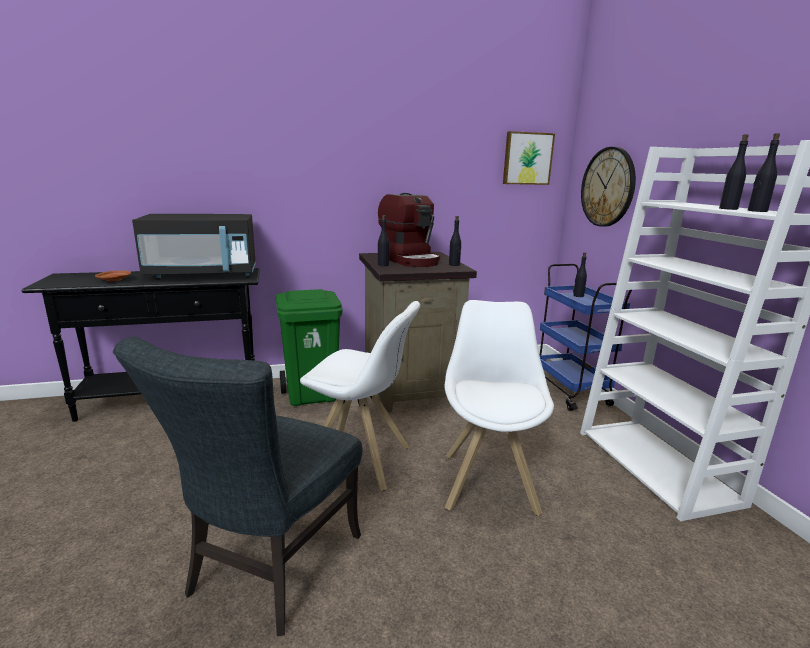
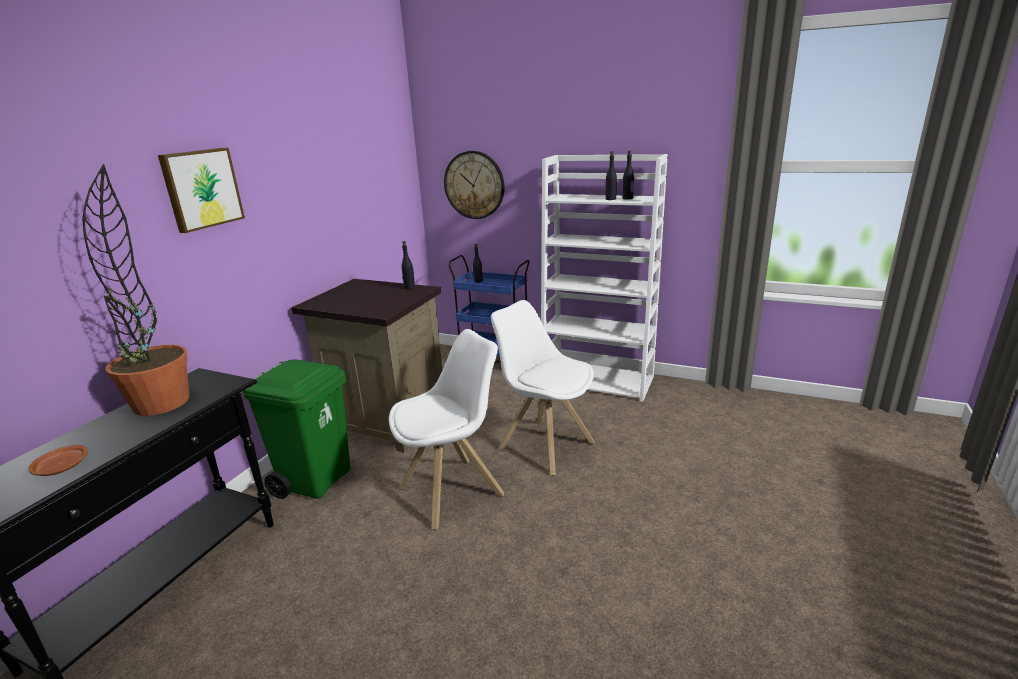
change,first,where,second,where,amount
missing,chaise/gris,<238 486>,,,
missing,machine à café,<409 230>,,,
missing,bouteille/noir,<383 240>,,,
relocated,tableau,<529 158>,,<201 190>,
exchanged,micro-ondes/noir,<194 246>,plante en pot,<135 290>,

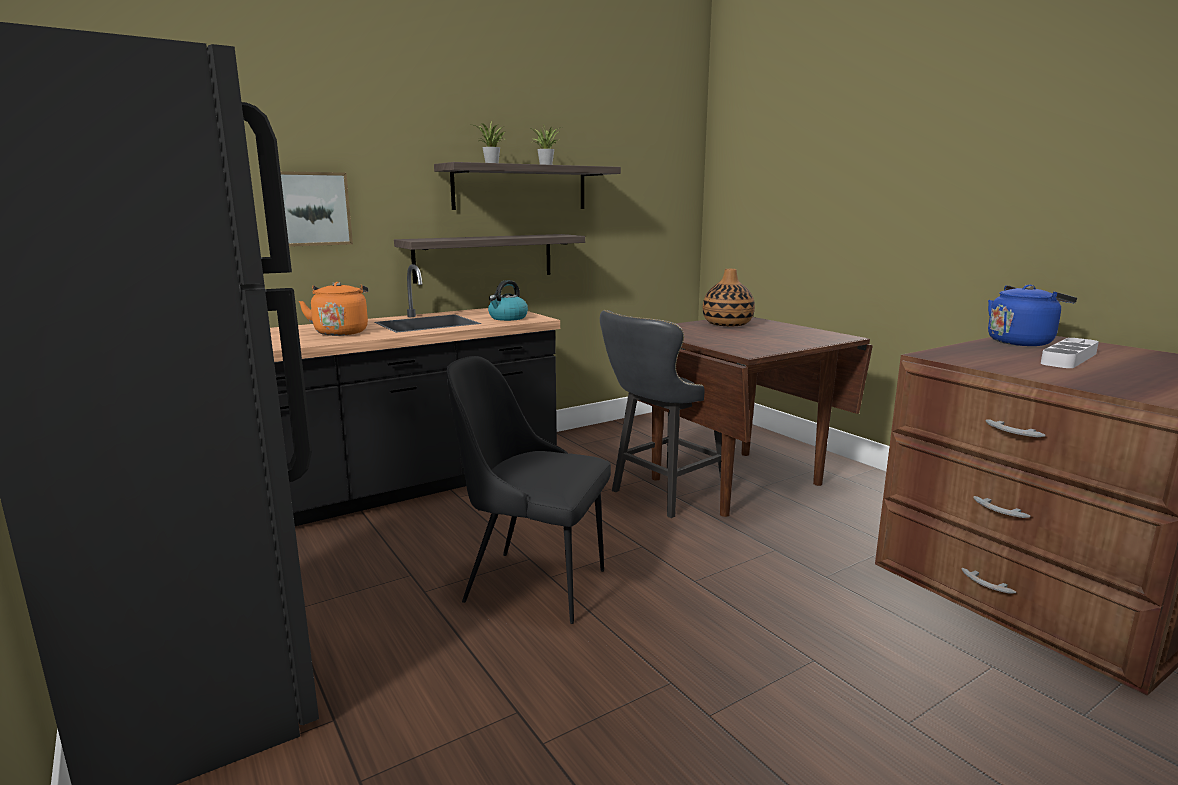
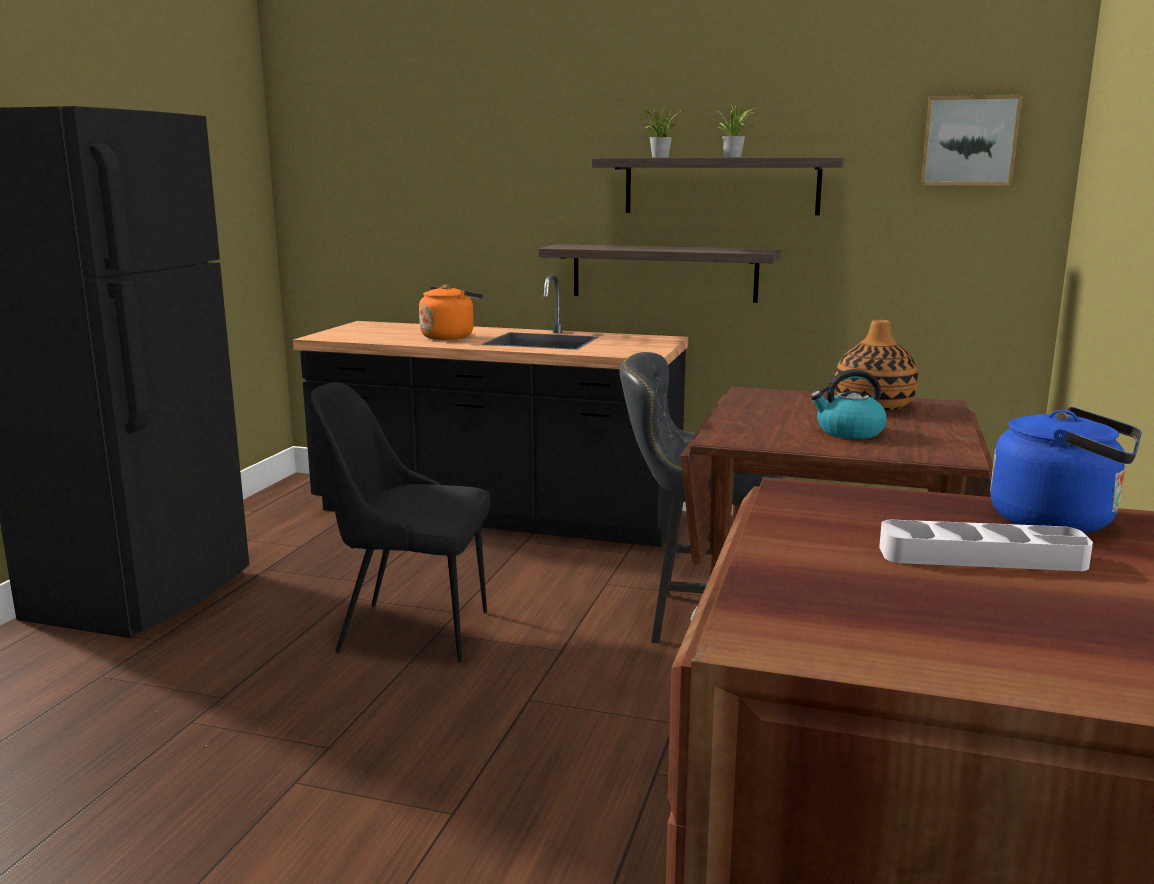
change,first,where,second,where,amount
relocated,tableau,<316 209>,,<972 140>,
relocated,bouilloire,<508 300>,,<848 404>,
spun,chaise/noir,<529 490>,,<401 522>,60 degrees counterclockwise

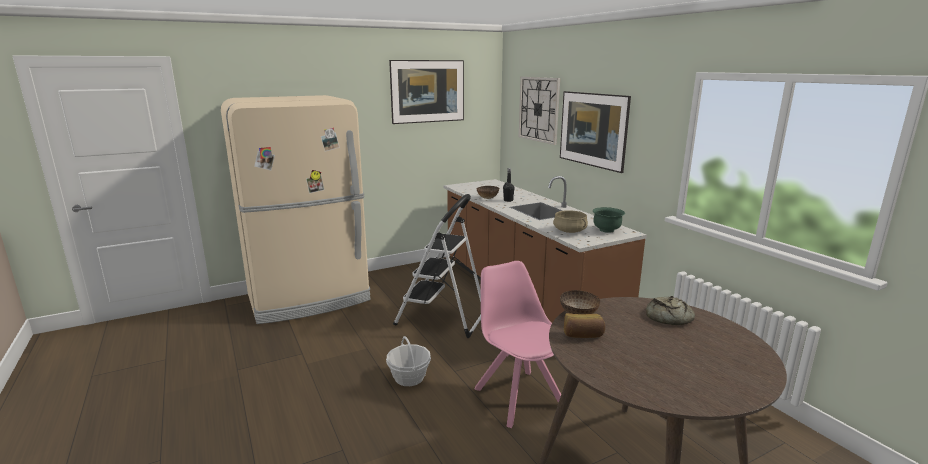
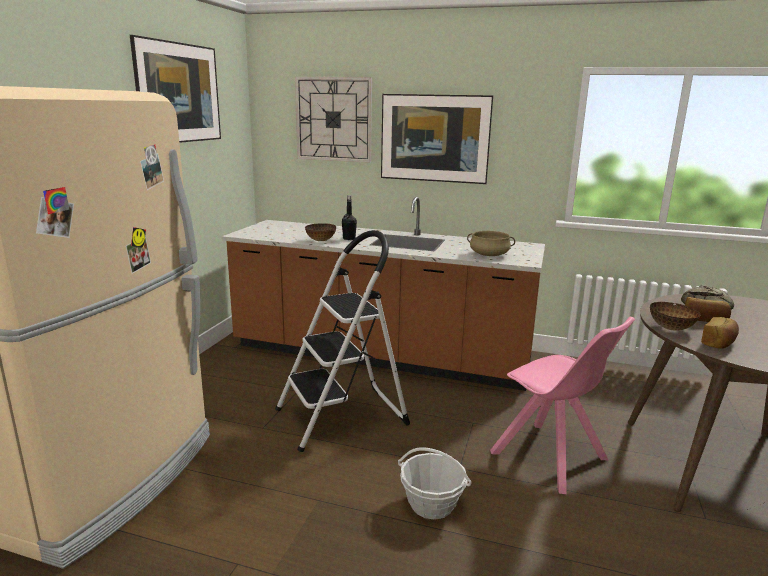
change,first,where,second,where,amount
missing,bol/vert,<609 220>,,,
appeared,,,pain,<708 309>,
spun,chaise/rose,<517 344>,,<562 405>,150 degrees counterclockwise

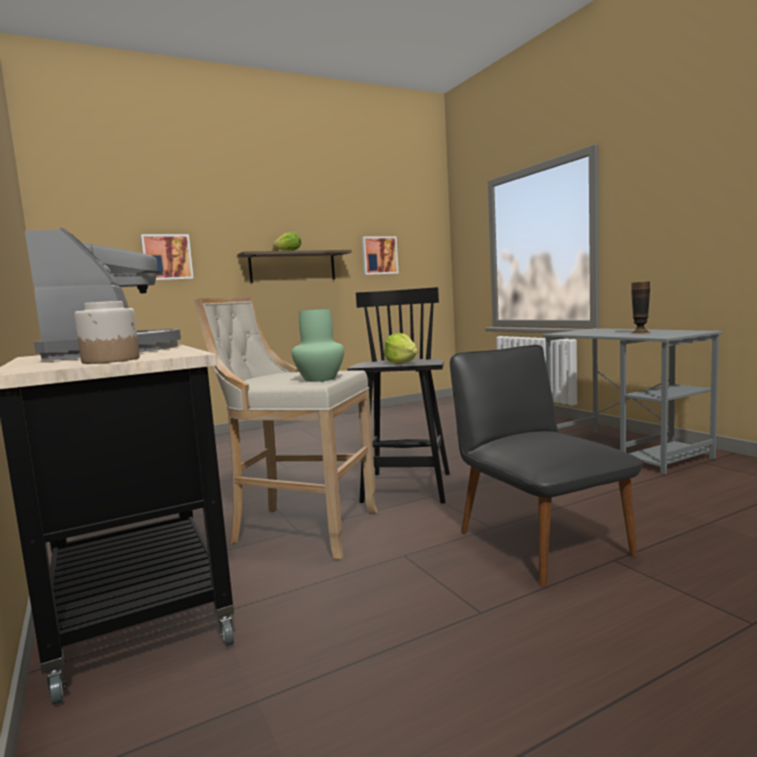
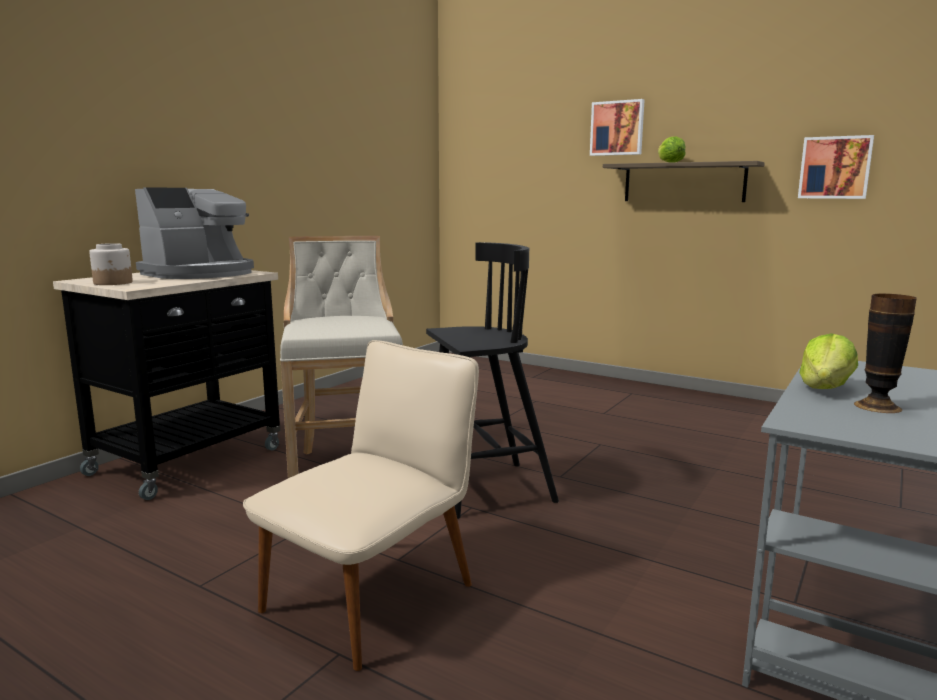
change,first,where,second,where,amount
missing,vase/vert,<318 345>,,,
relocated,tableau,<167 257>,,<617 127>,
relocated,laitue,<401 348>,,<828 361>,
colour,chaise/noir,<547 465>,chaise/beige,<361 505>,

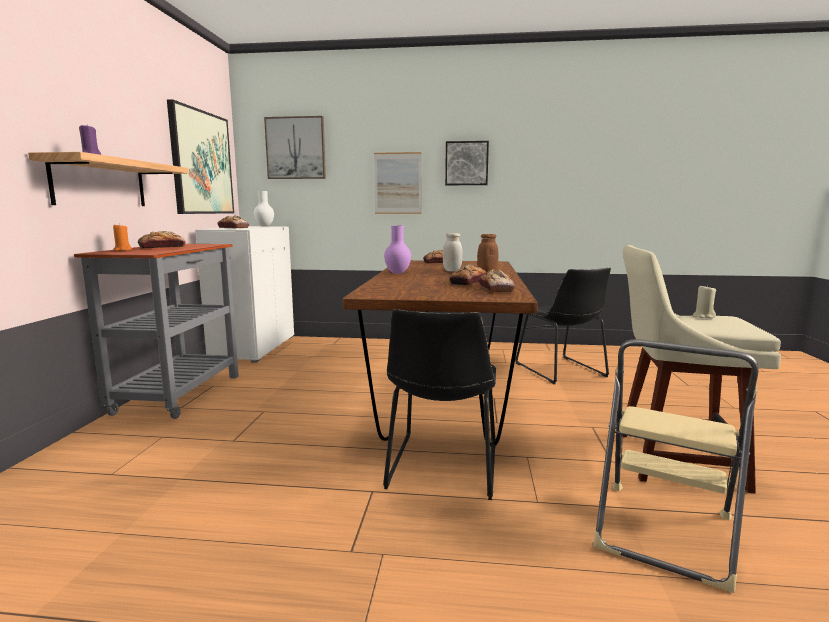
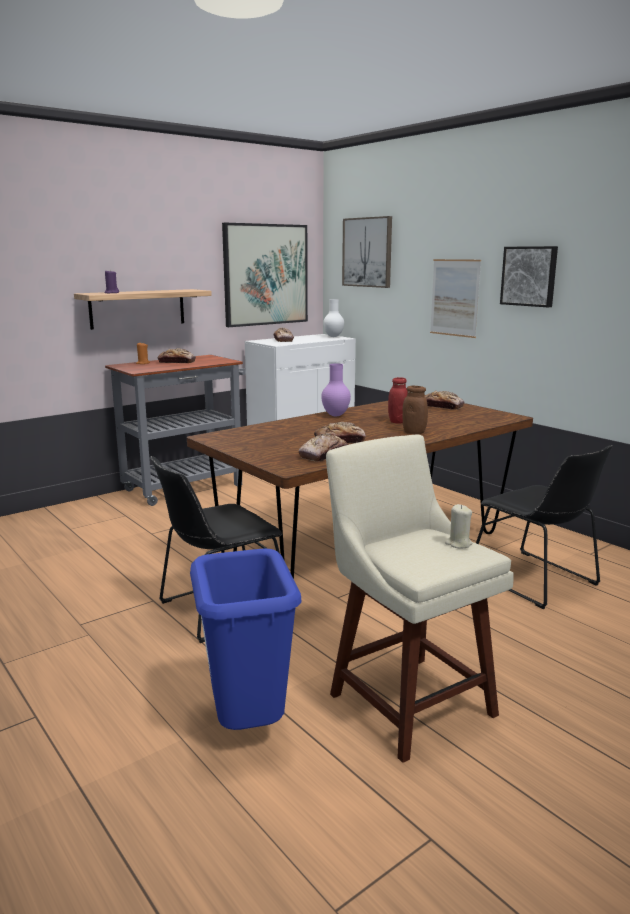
change,first,where,second,where,amount
exchanged,escabeau/beige,<675 466>,poubelle/bleu,<245 639>,
colour,bocal/blanc,<452 252>,bocal/rouge,<398 400>,
spun,chaise/noir,<563 325>,,<544 527>,60 degrees counterclockwise

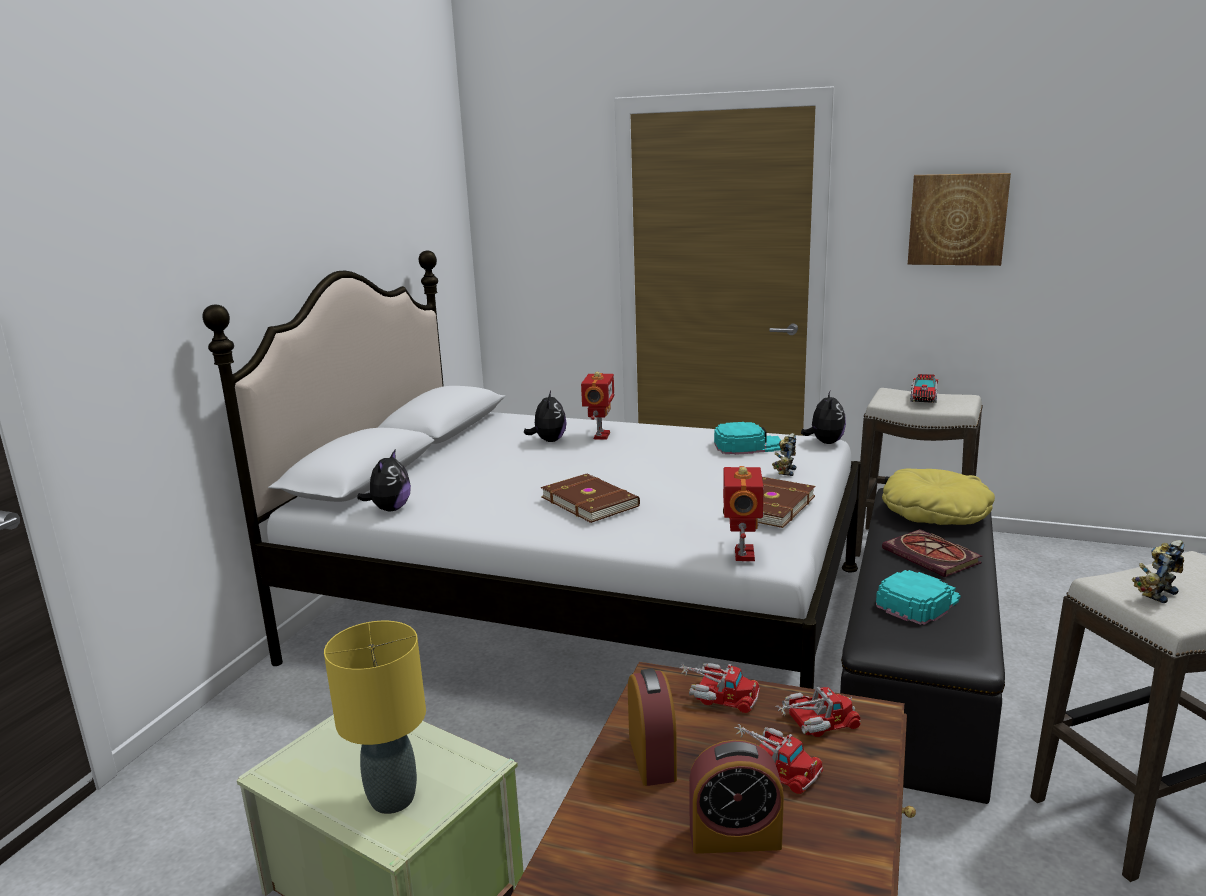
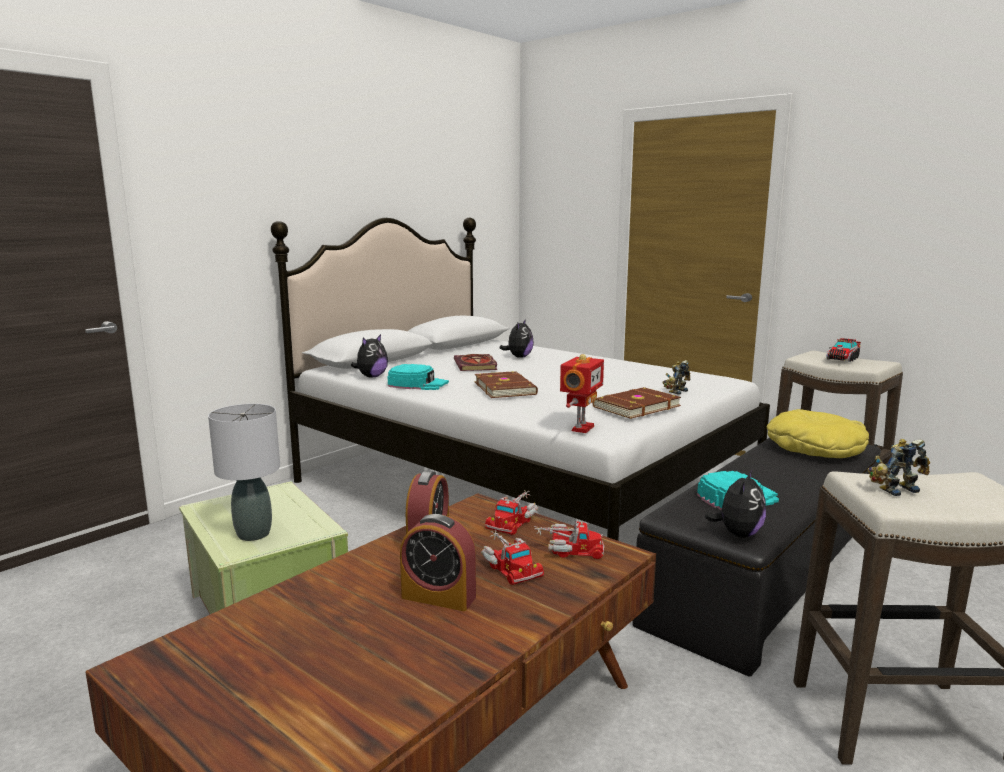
change,first,where,second,where,amount
missing,robot jouet,<597 406>,,,
missing,tableau,<959 219>,,,
relocated,casquette/turquoise,<747 438>,,<418 377>,
relocated,peluche,<823 417>,,<735 504>,
relocated,livre,<932 553>,,<475 362>,
colour,lampe de table/jaune,<375 717>,lampe de table/gris,<244 472>,
spun,camion jouet,<719 688>,,<511 513>,75 degrees clockwise

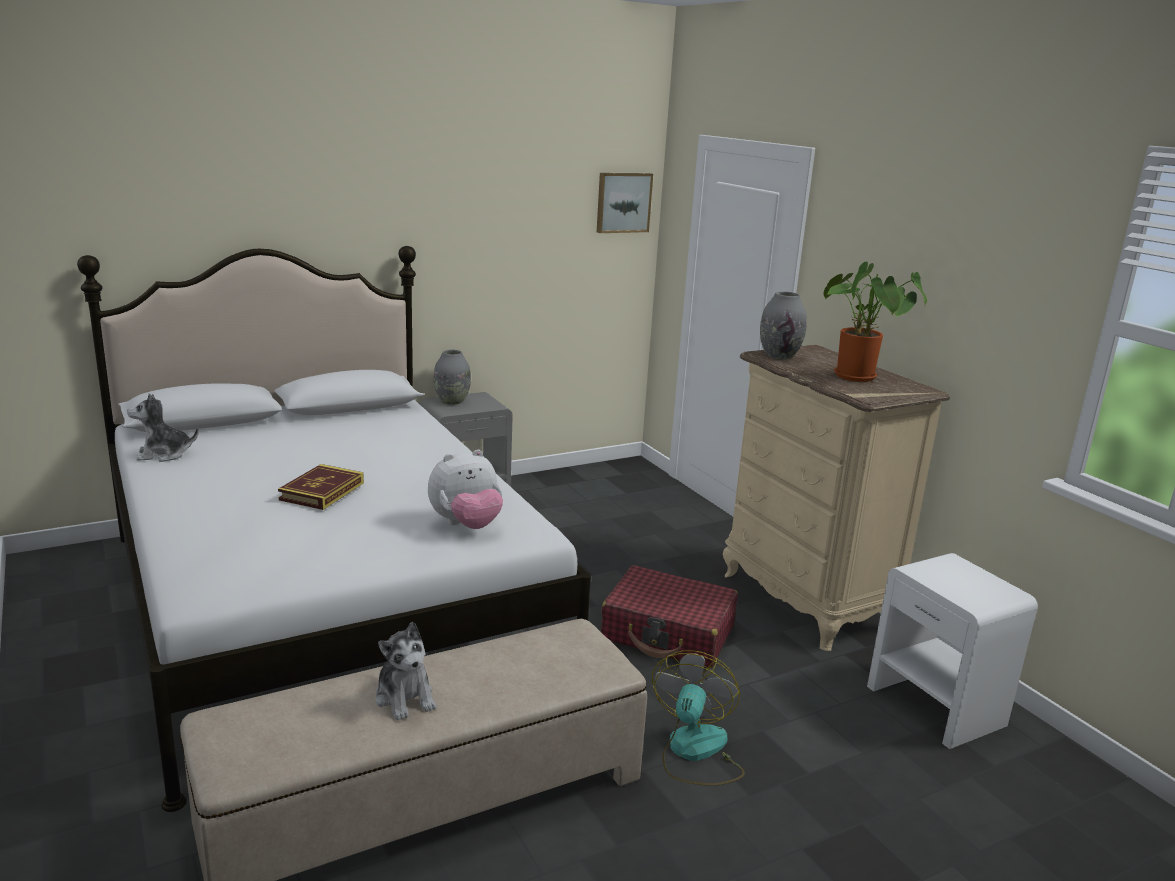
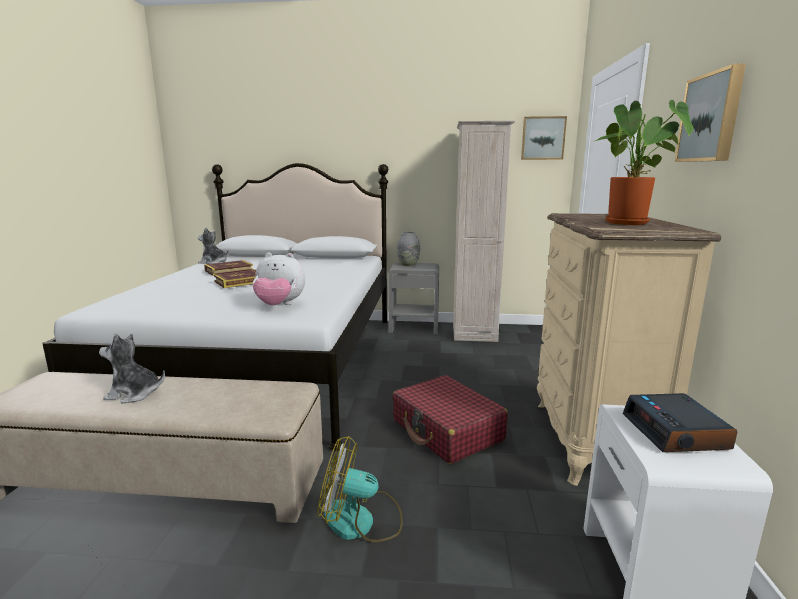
change,first,where,second,where,amount
missing,vase/gris,<783 325>,,,
appeared,,,livre,<228 268>,
appeared,,,meuble de rangement/beige,<484 231>,
appeared,,,réveil,<680 422>,
appeared,,,tableau,<710 112>,
spun,peluche,<405 671>,,<132 368>,90 degrees clockwise
spun,ventilateur,<698 718>,,<360 489>,135 degrees counterclockwise

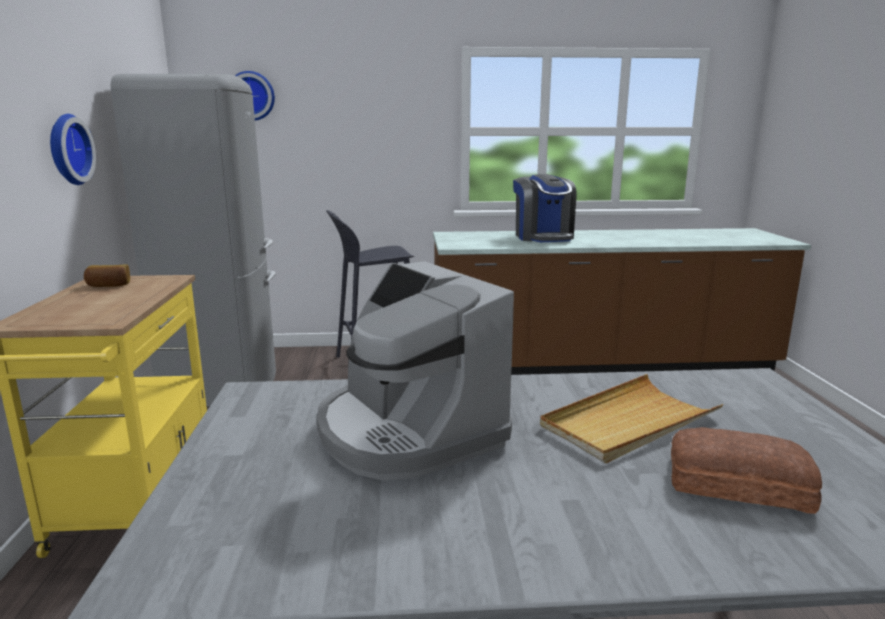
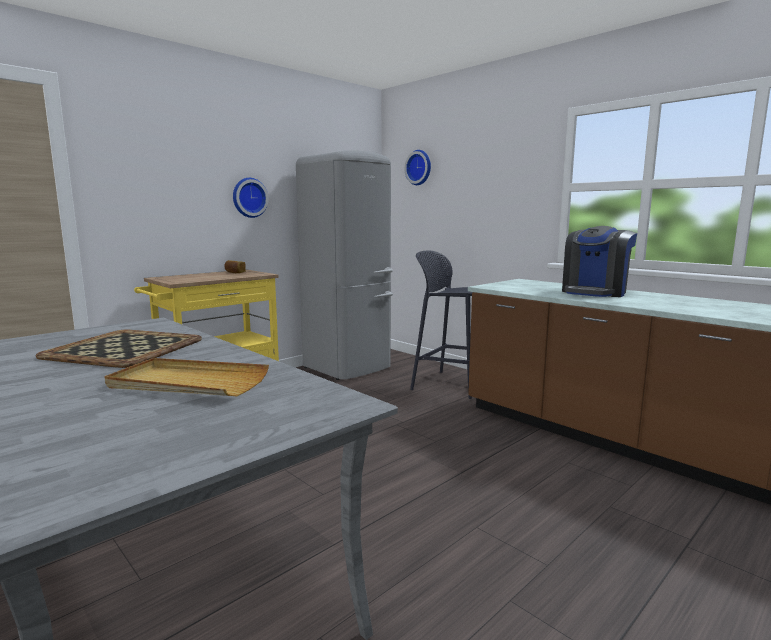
change,first,where,second,where,amount
missing,pain,<746 470>,,,
exchanged,machine à café,<415 370>,plateau,<118 349>,

